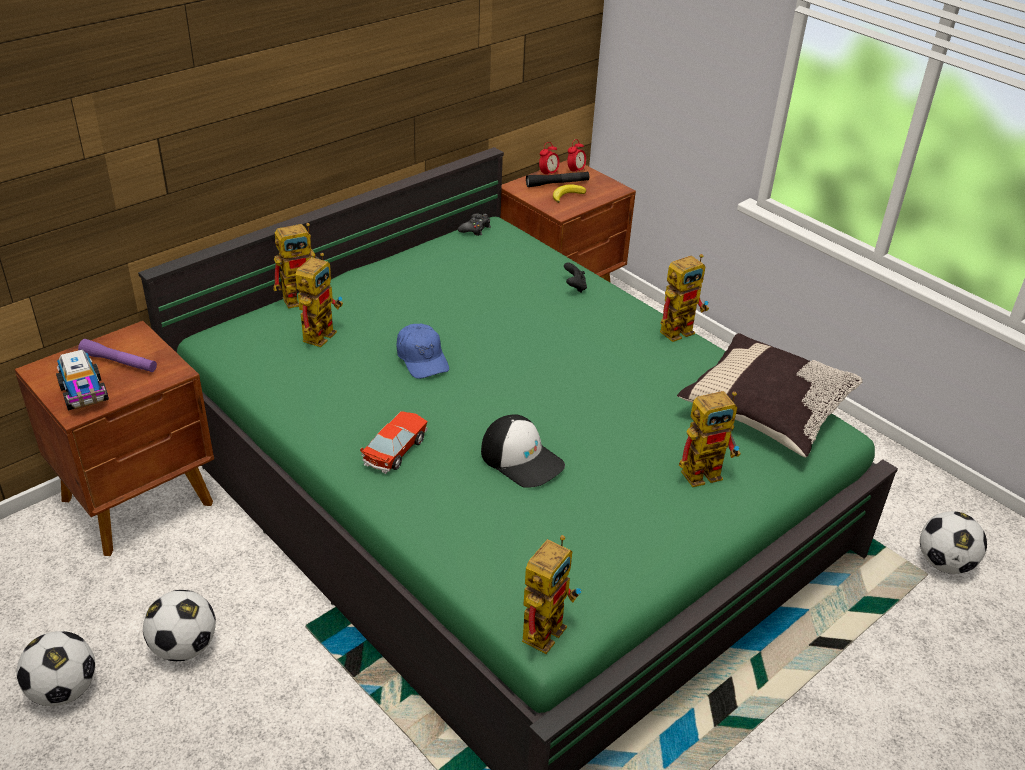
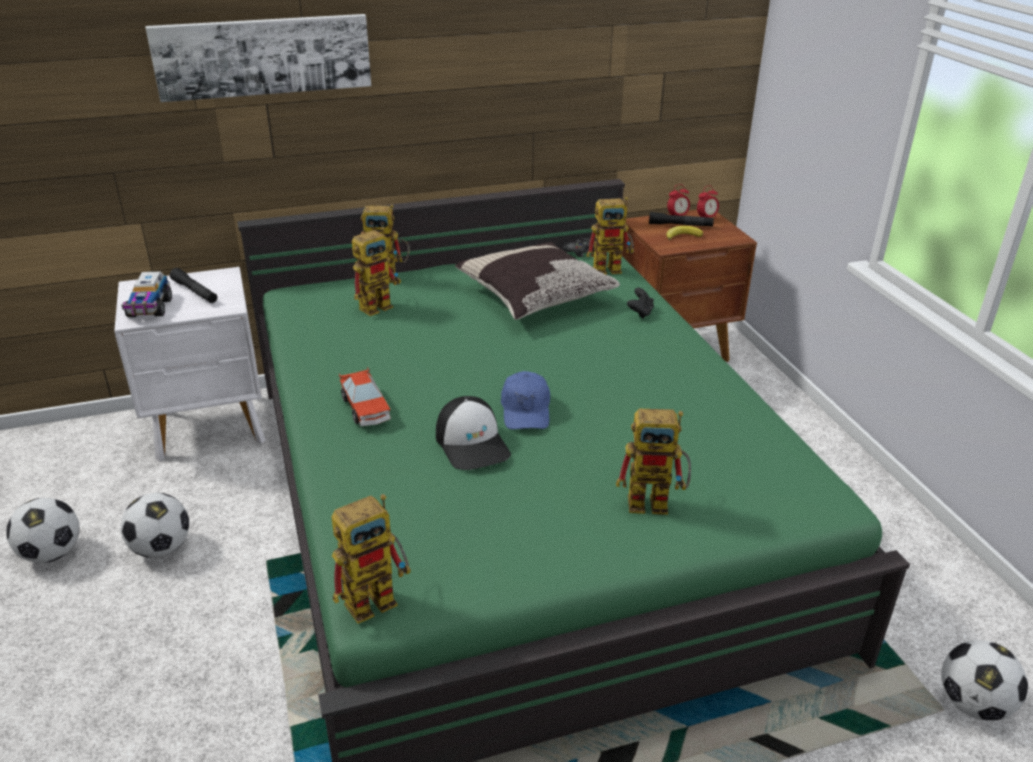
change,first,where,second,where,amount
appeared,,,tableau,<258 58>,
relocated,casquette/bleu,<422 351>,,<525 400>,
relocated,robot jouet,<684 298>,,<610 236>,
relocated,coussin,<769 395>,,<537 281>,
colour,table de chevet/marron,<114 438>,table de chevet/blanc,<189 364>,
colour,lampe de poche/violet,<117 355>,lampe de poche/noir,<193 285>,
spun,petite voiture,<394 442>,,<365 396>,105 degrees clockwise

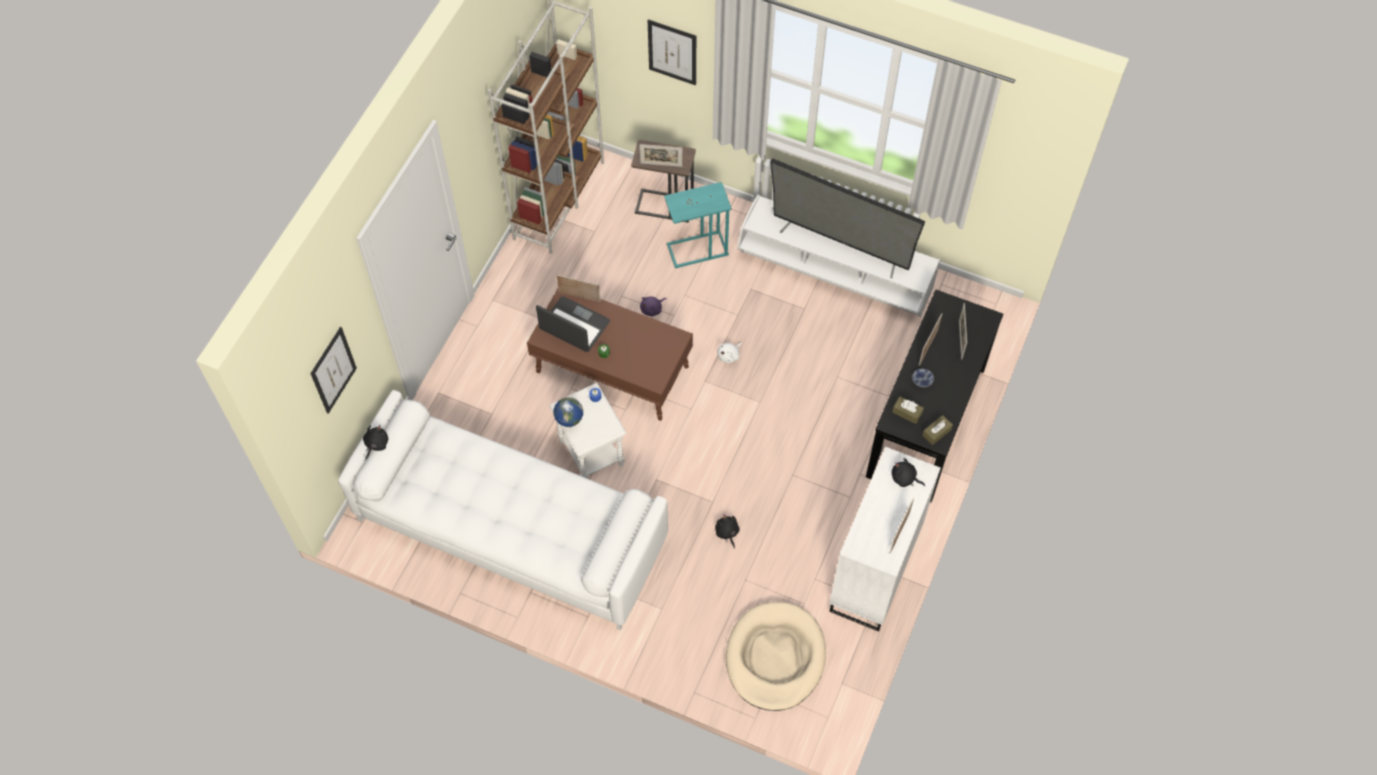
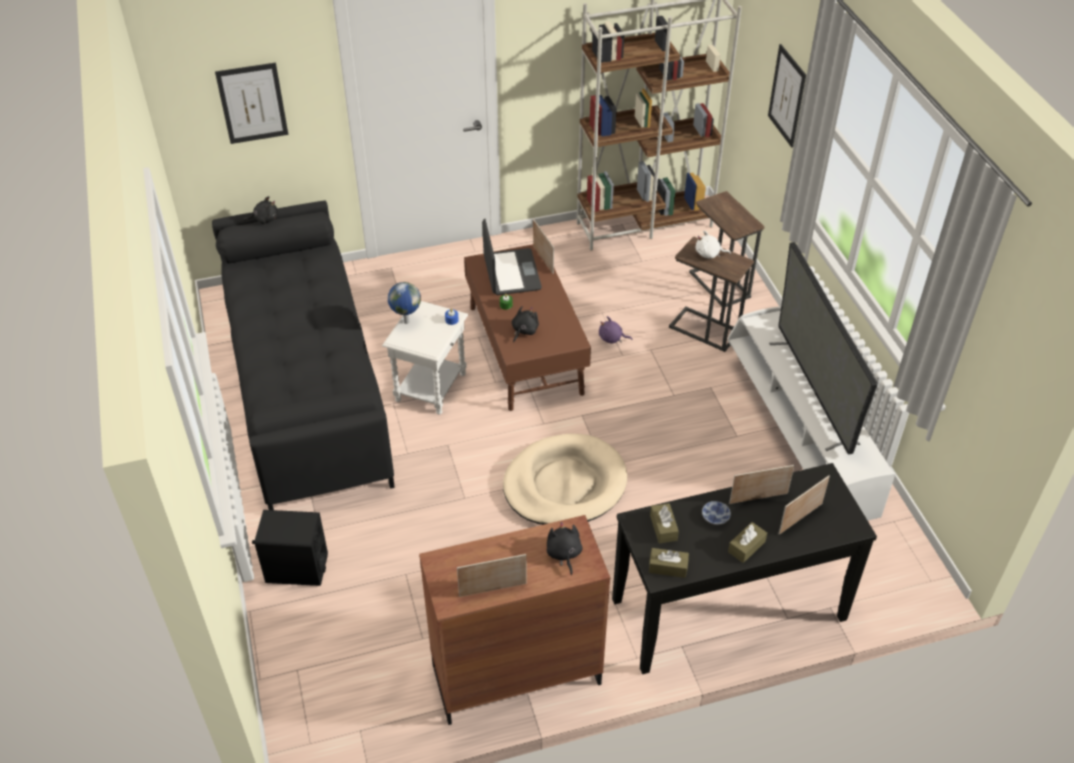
change,first,where,second,where,amount
missing,cadre photo,<661 155>,,,
appeared,,,enceinte/noir,<290 548>,
appeared,,,boîte à mouchoirs/marron,<747 542>,
relocated,peluche/noir,<727 531>,,<525 324>,
relocated,peluche/blanc,<730 353>,,<713 245>,
relocated,panier pour chien/beige,<776 656>,,<565 479>,
colour,canapé/blanc,<503 510>,canapé/noir,<303 355>,
colour,table d'appoint/turquoise,<697 225>,table d'appoint/marron,<711 294>,
colour,commode/blanc,<885 539>,commode/marron,<514 620>,

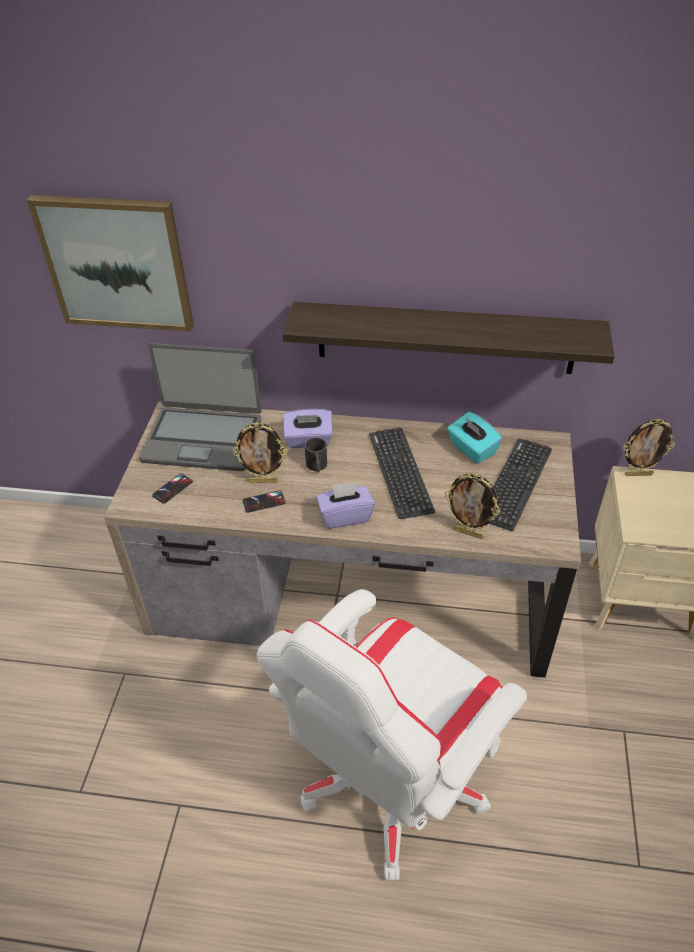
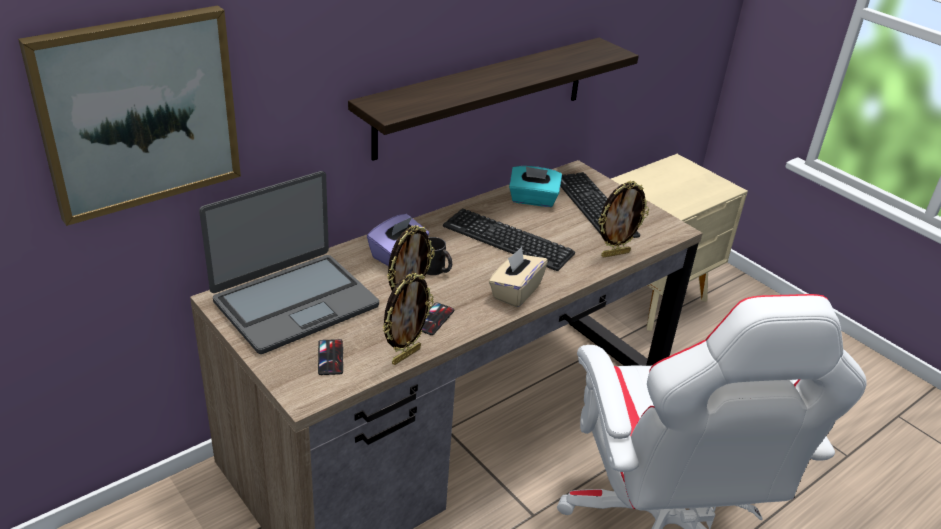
change,first,where,second,where,amount
relocated,cadre photo,<649 447>,,<408 319>,
colour,boîte à mouchoirs/violet,<345 505>,boîte à mouchoirs/beige,<518 277>,

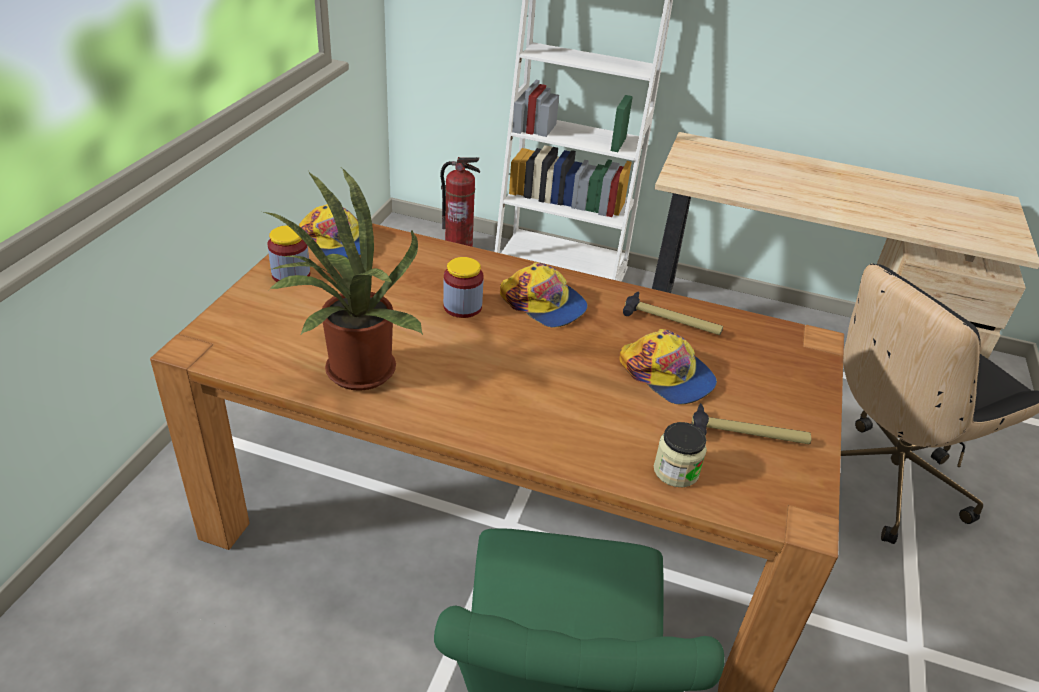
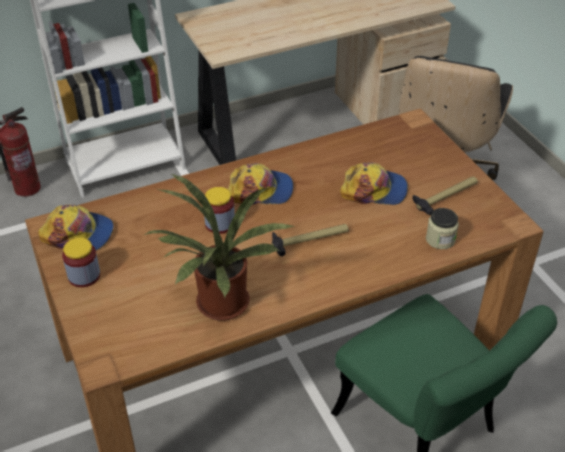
change,first,where,second,where,amount
relocated,marteau,<673 313>,,<310 240>,

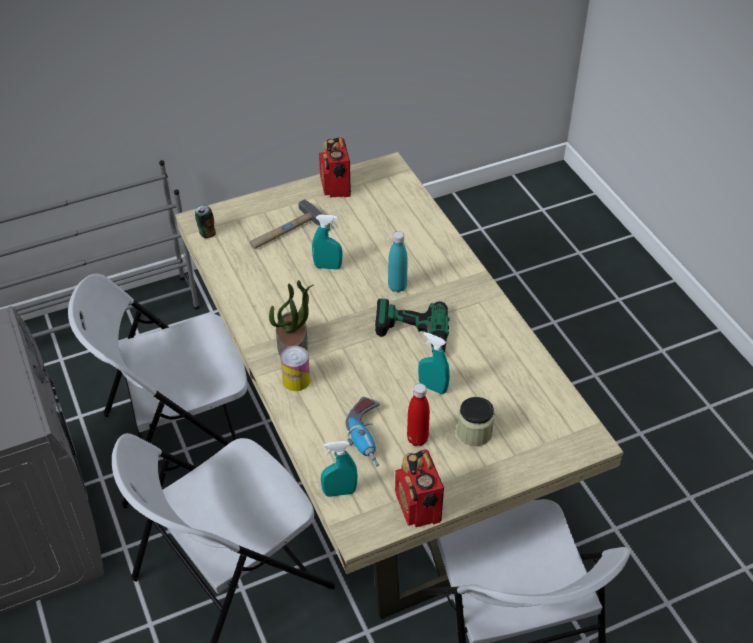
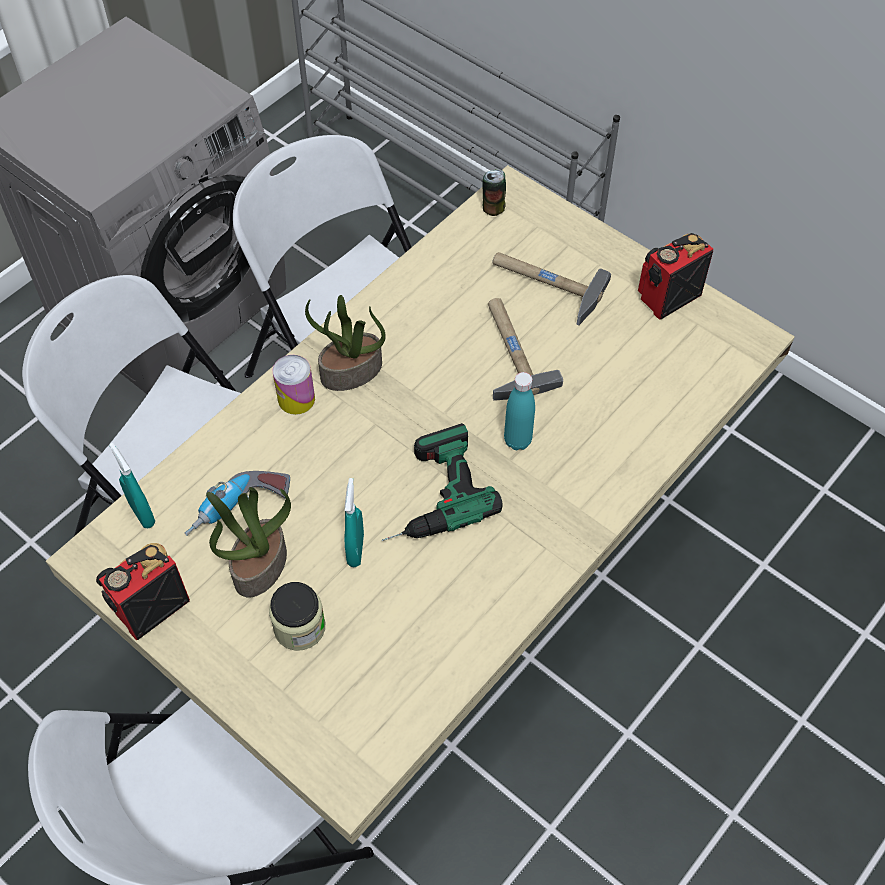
change,first,where,second,where,amount
exchanged,vaporisateur/turquoise,<327 242>,marteau,<525 349>,
exchanged,bouteille/rouge,<418 414>,plante en pot,<248 542>,

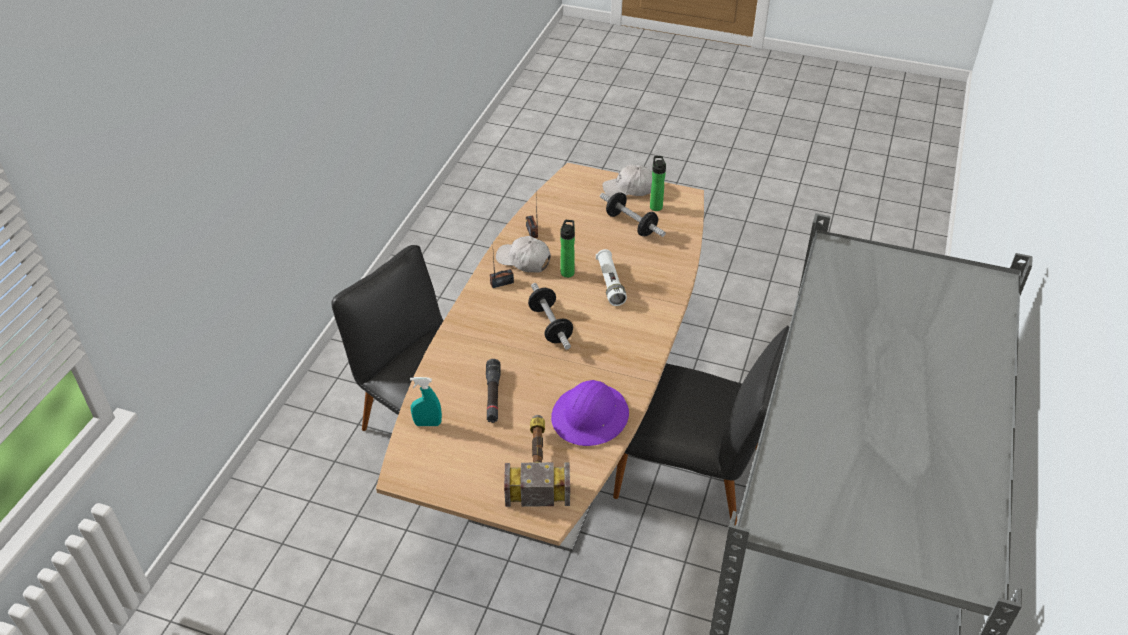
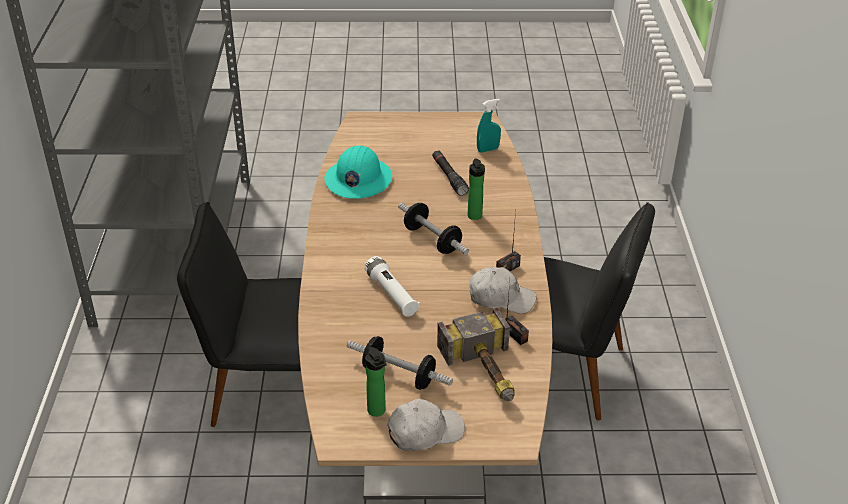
change,first,where,second,where,amount
relocated,marteau,<537 461>,,<476 354>,
relocated,bouteille,<567 249>,,<476 189>,
colour,casque de chantier/violet,<590 413>,casque de chantier/turquoise,<358 172>,

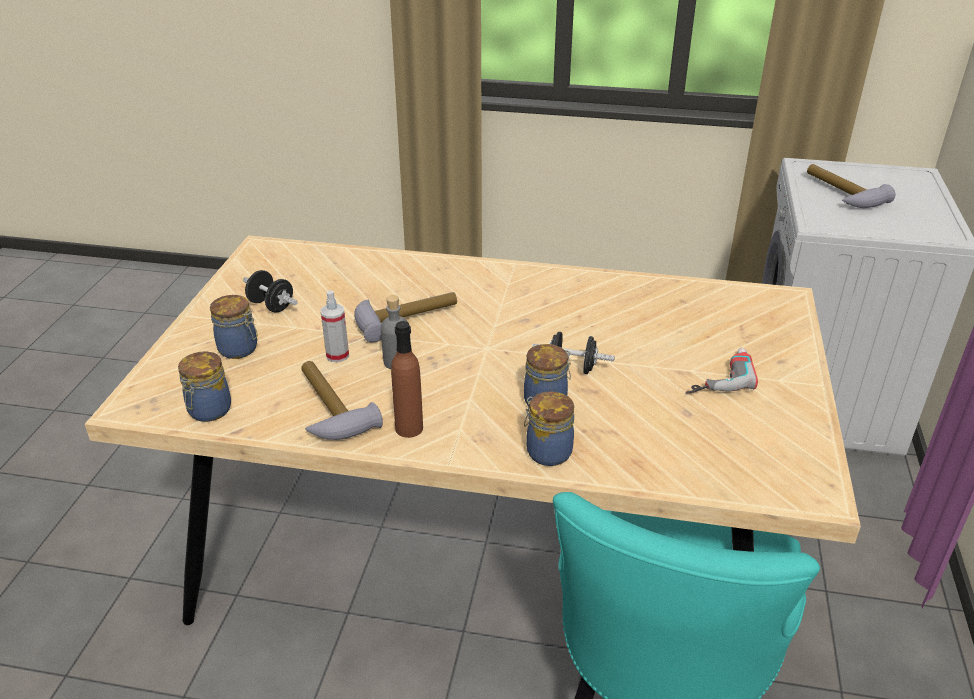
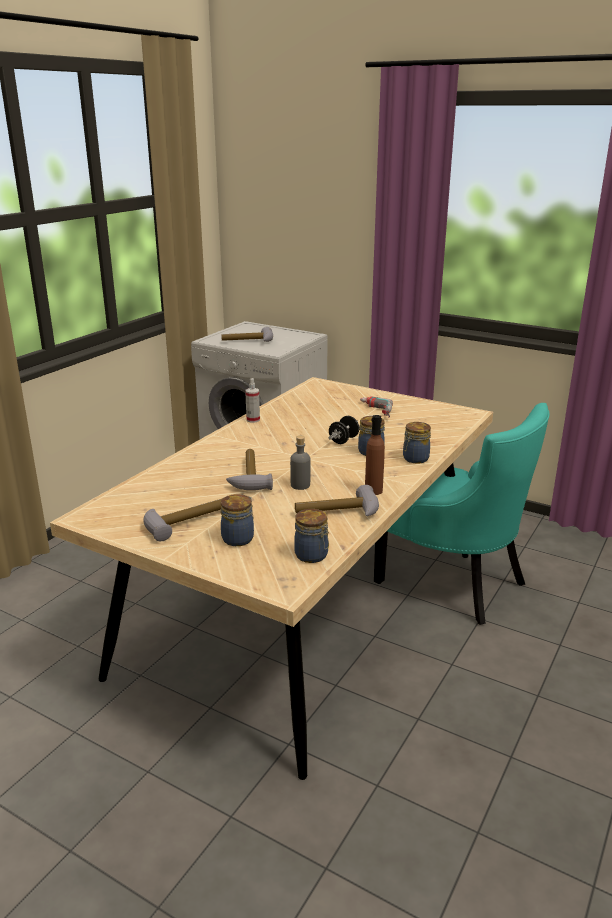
change,first,where,second,where,amount
relocated,vaporisateur,<334 326>,,<252 400>,
exchanged,haltère/noir,<270 291>,marteau,<183 520>,

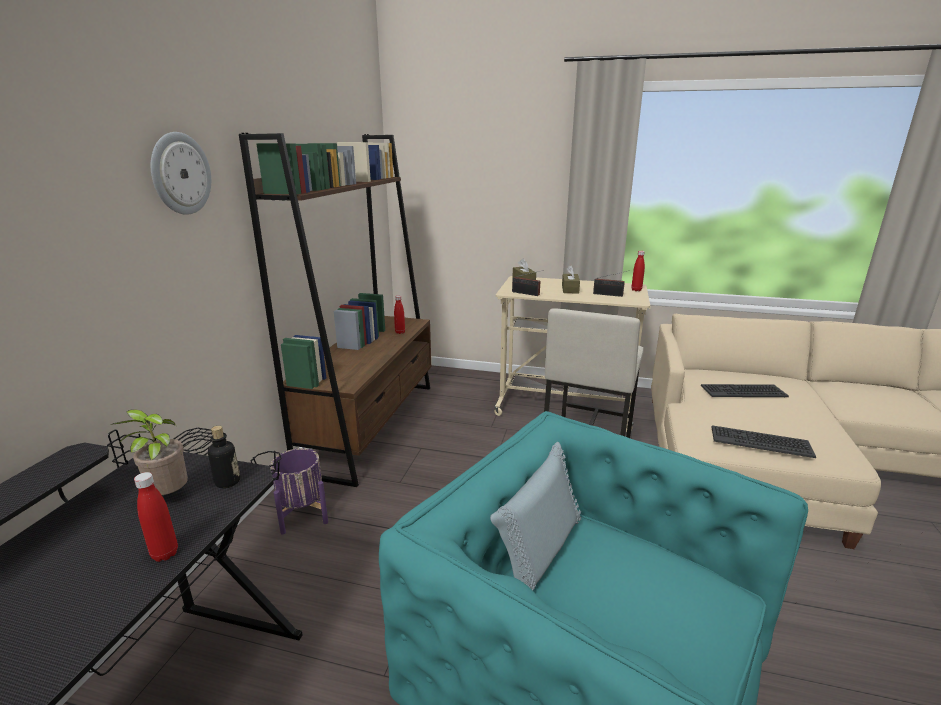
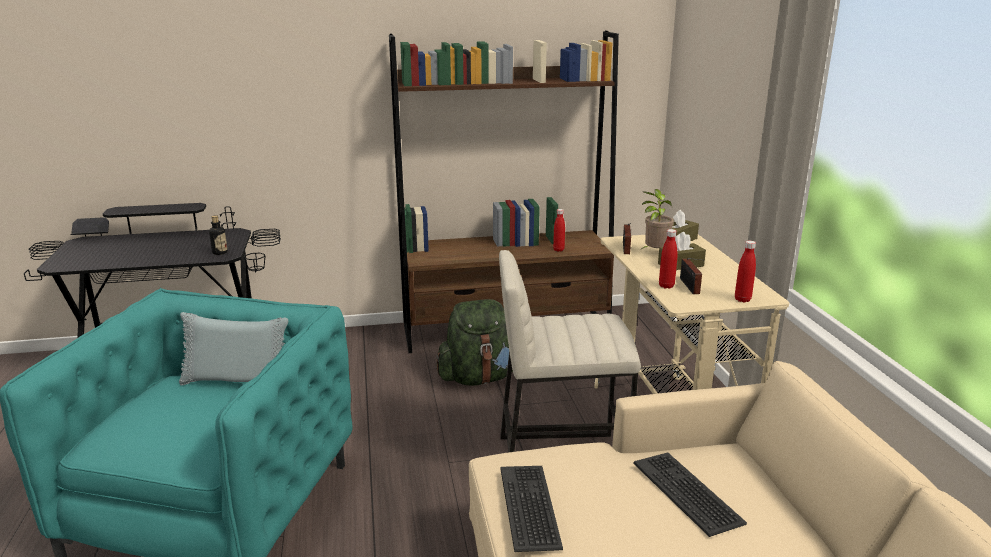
change,first,where,second,where,amount
missing,horloge murale,<181 173>,,,
missing,cache-pot/violet,<299 491>,,,
appeared,,,sac à dos/vert,<474 342>,
relocated,plante en pot,<149 452>,,<656 220>,
relocated,bouteille/rouge,<156 517>,,<668 259>,

